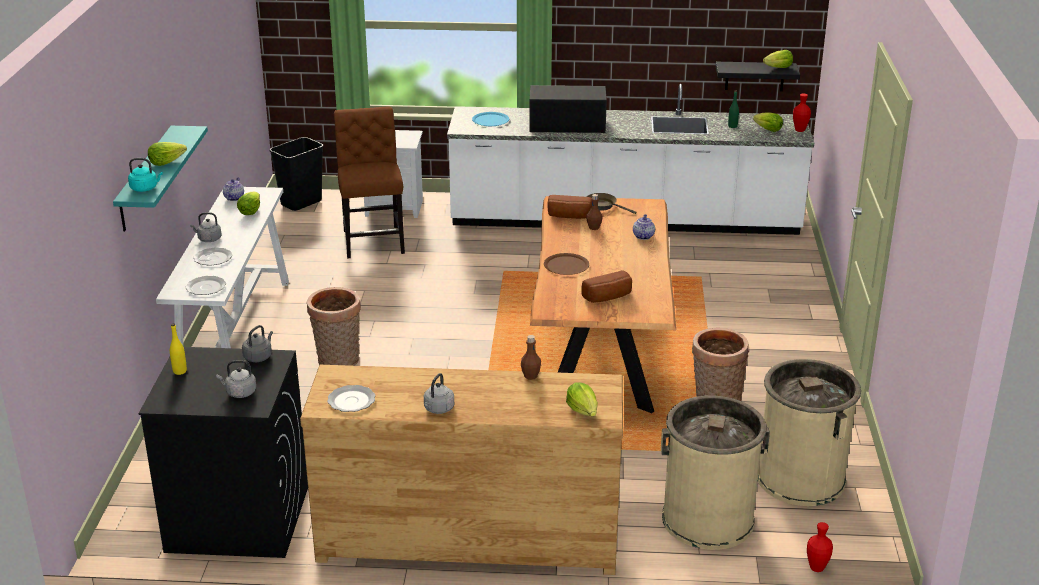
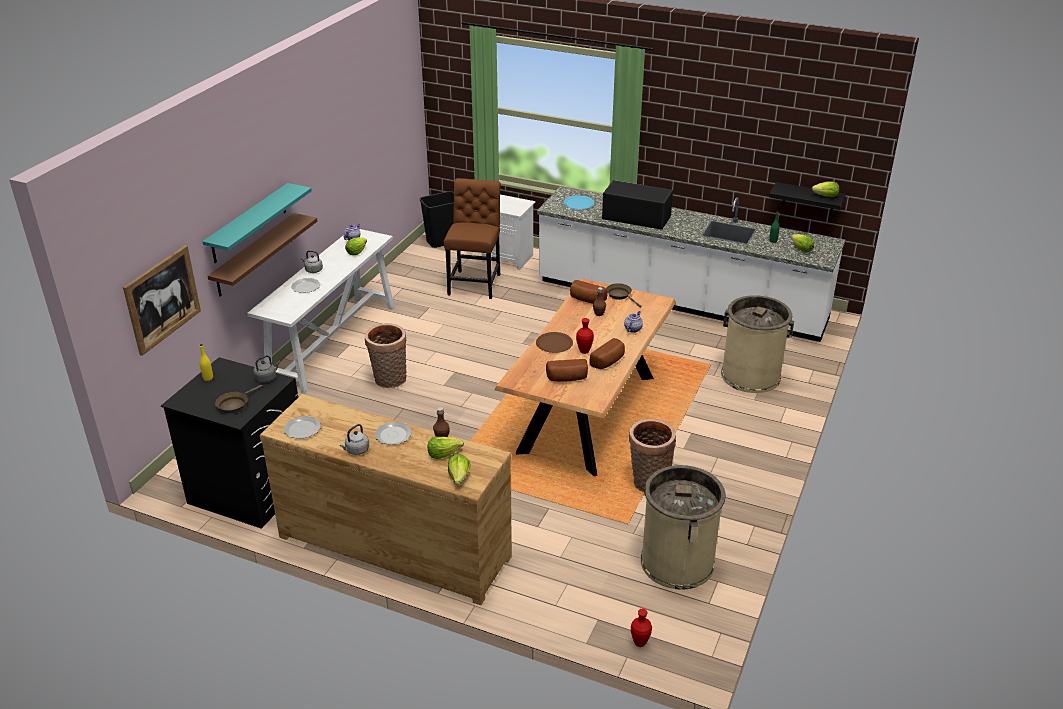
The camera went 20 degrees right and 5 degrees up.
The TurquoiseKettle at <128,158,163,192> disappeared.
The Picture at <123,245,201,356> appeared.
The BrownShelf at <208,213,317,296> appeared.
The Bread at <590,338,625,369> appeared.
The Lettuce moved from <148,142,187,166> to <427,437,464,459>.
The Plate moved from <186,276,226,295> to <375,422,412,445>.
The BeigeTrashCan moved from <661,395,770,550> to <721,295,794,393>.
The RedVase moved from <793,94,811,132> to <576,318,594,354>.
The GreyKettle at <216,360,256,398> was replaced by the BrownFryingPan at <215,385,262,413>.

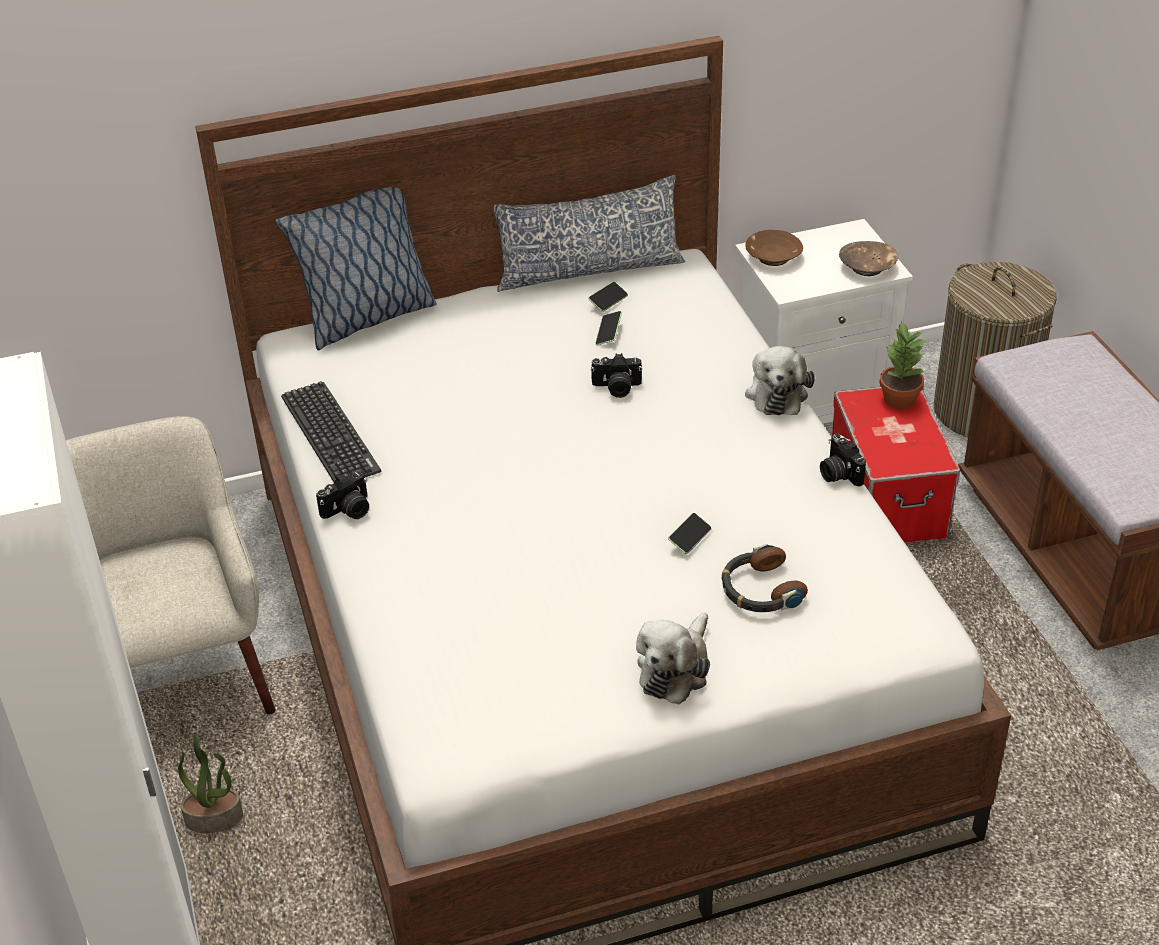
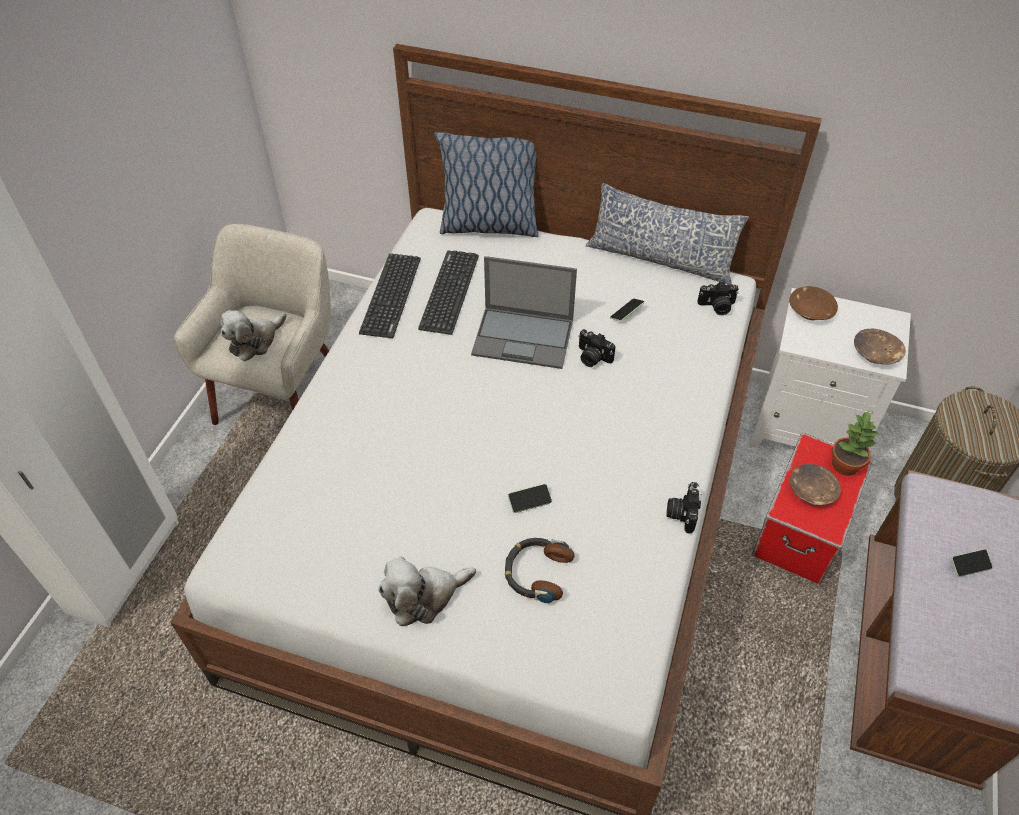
The camera went 35 degrees right and 10 degrees up.
The PottedPlant at <178,734,243,833> disappeared.
The Keyboard at <418,251,479,335> appeared.
The Laptop at <471,256,577,369> appeared.
The BrownBowl at <790,464,841,506> appeared.
The PhotoCamera moved from <316,472,369,519> to <697,281,739,315>.
The Phone moved from <588,281,628,312> to <951,549,993,577>.
The PlushToy moved from <745,346,815,415> to <221,310,287,361>.

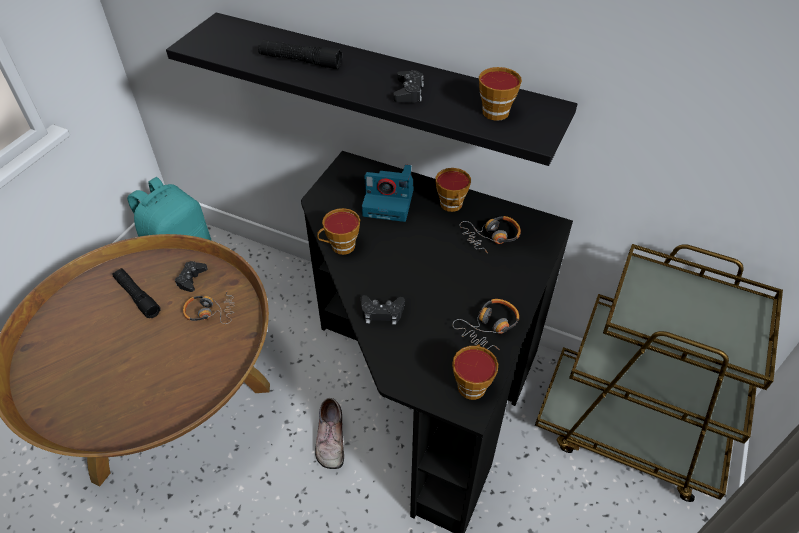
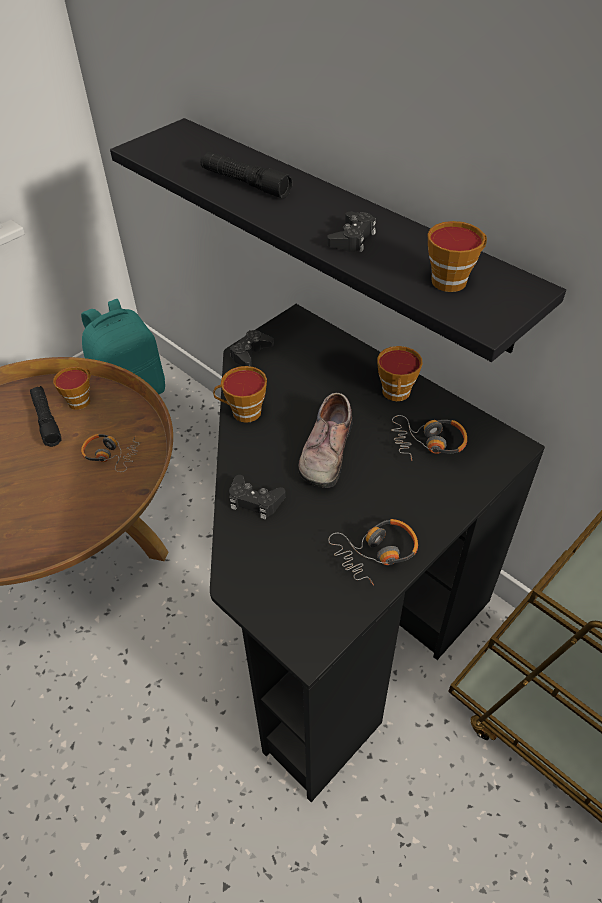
The camera went 20 degrees right and 0 degrees up.
The PhotoCamera at <362,165,413,222> disappeared.
The BlackGameController moved from <175,261,208,292> to <230,330,274,367>.
The Shoe moved from <315,398,344,469> to <298,393,353,488>.
The Cup moved from <452,344,498,400> to <53,367,91,410>.

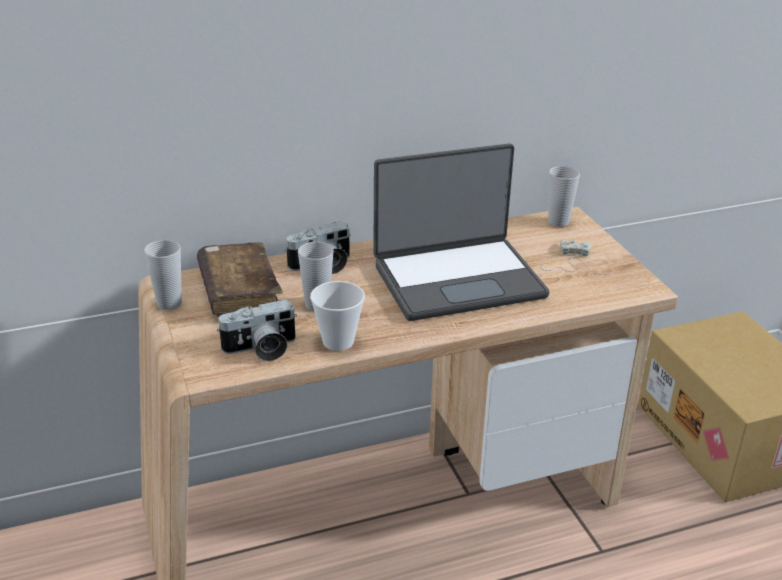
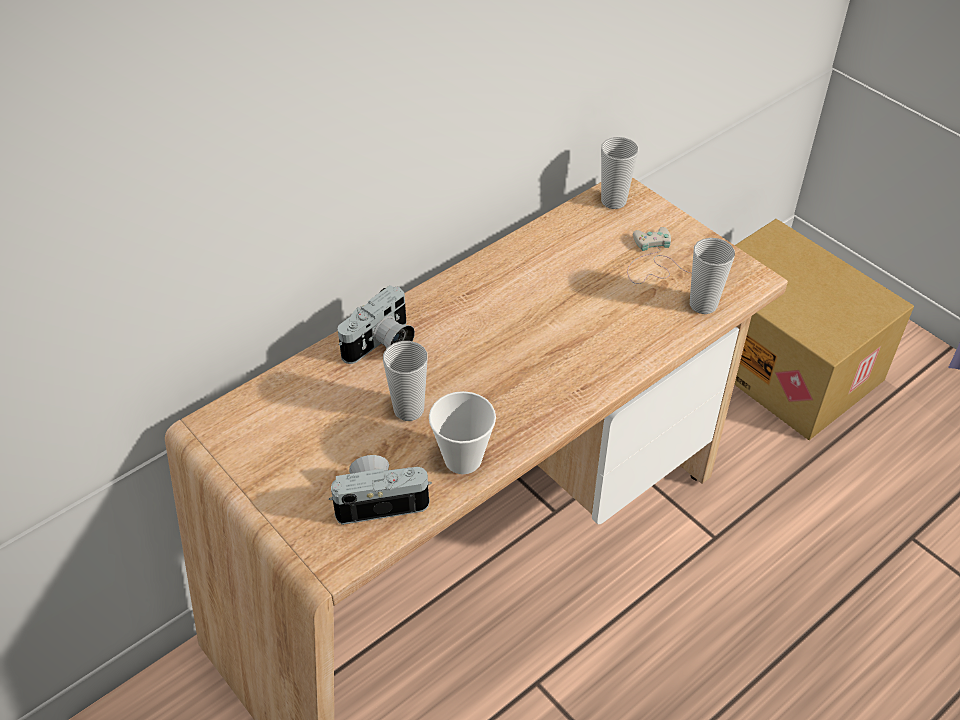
The camera went 20 degrees left and 15 degrees up.
The BrownBook at <197,242,283,317> disappeared.
The Laptop at <373,143,549,321> disappeared.
The Cup moved from <144,240,182,310> to <690,238,735,314>.
The PhotoCamera at <217,300,297,361> turned 150 degrees counterclockwise.

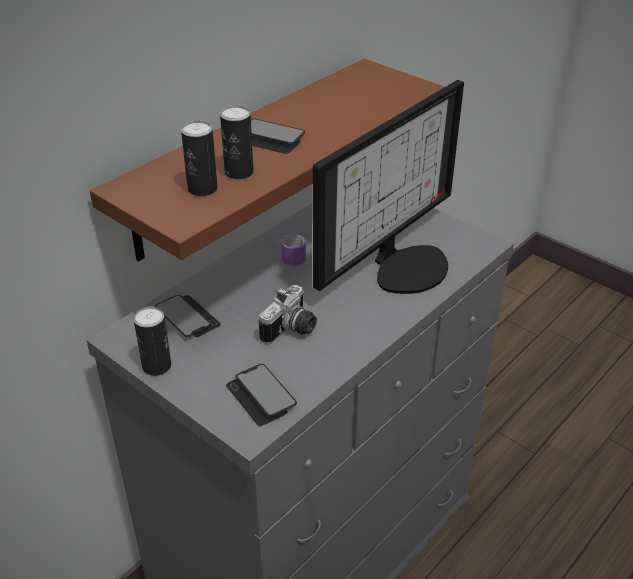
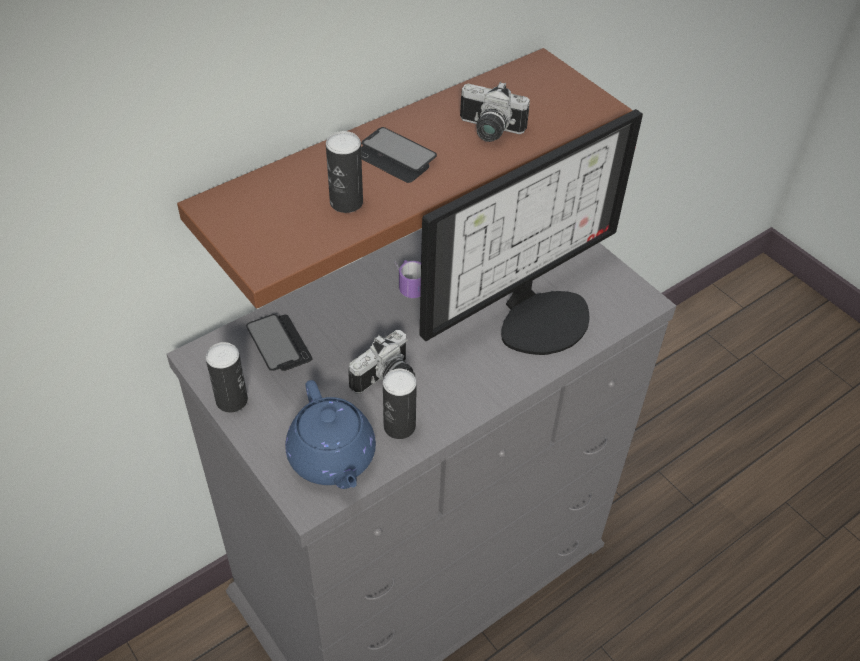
The camera went 10 degrees right and 10 degrees up.
The PhotoCamera at <460,81,530,142> appeared.
The Can moved from <181,120,218,196> to <383,369,417,439>.
The Phone at <226,364,297,426> was replaced by the BlueTeapot at <285,380,376,489>.

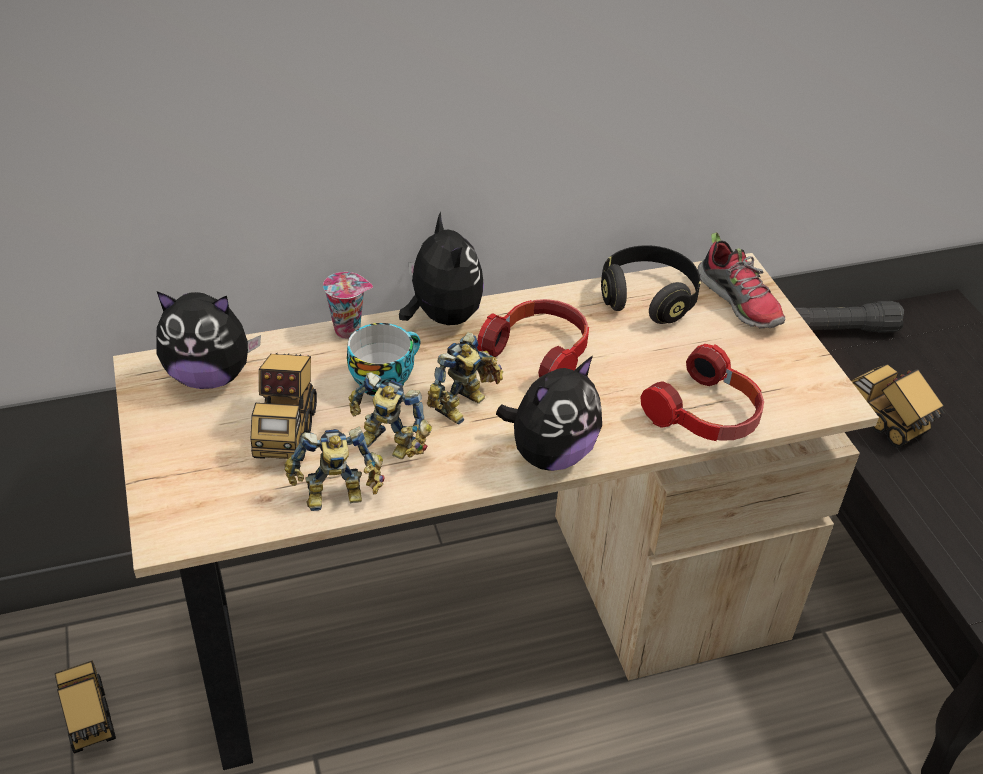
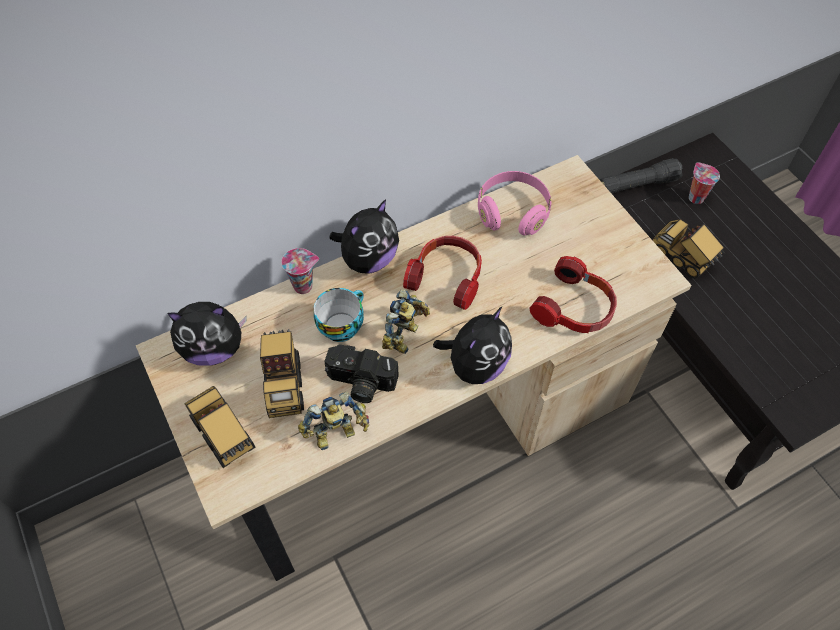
The camera went 10 degrees left and 15 degrees up.
The Shoe at <698,232,785,329> disappeared.
The Cup at <689,162,720,204> appeared.
The ToyTruck moved from <55,660,116,754> to <184,386,255,468>.
The ToyRobot at <348,372,432,459> was replaced by the PhotoCamera at <324,345,399,403>.
The BlackHeadphones at <601,245,701,324> became the PinkHeadphones at <478,171,551,236>.
The PlushToy at <399,211,484,325> turned 75 degrees clockwise.

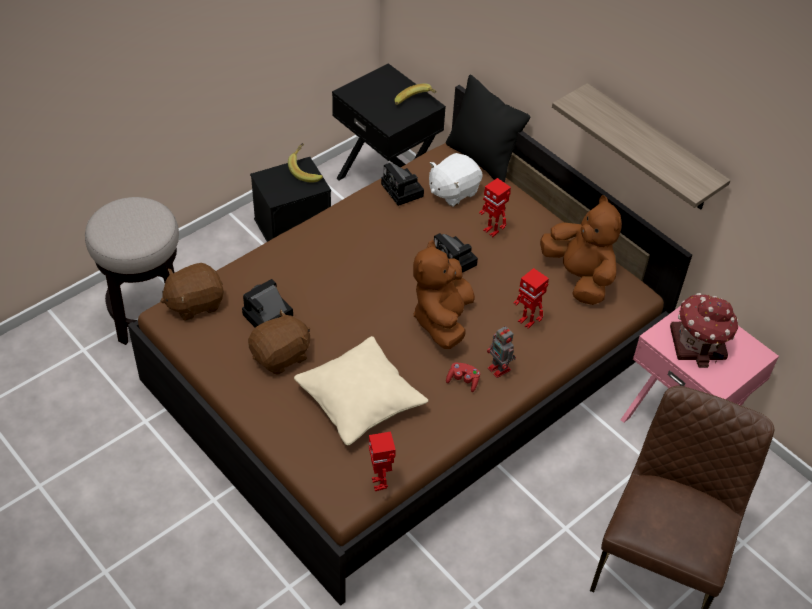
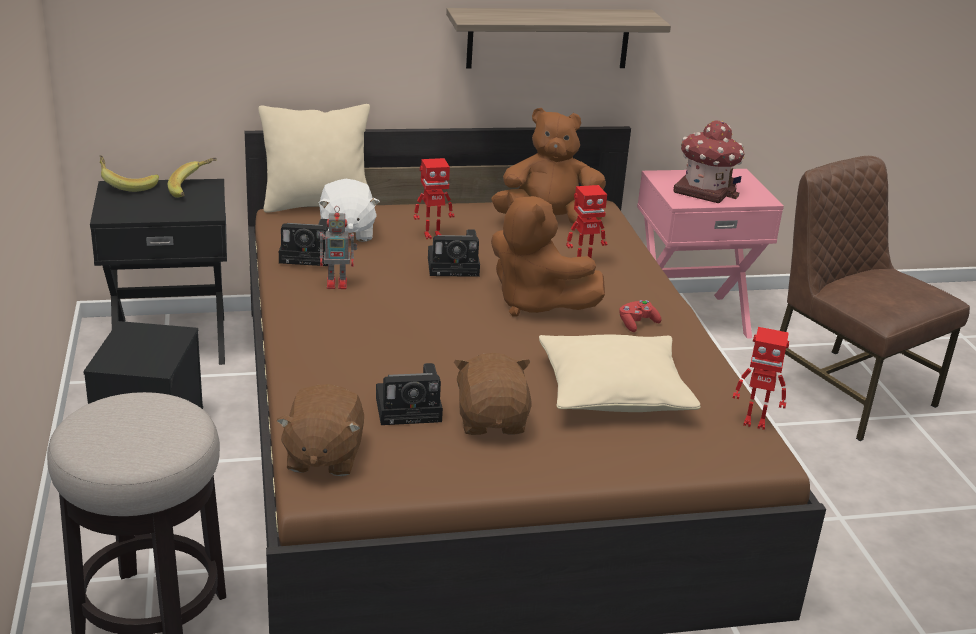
The camera went 60 degrees left and 20 degrees down.
The Banana moved from <288,143,323,183> to <100,155,159,192>.
The ToyRobot moved from <487,326,516,378> to <320,206,357,289>.
The BlackPillow at <446,75,530,183> became the BeigePillow at <259,104,370,213>.
The PhotoCamera at <242,279,293,327> turned 90 degrees counterclockwise.

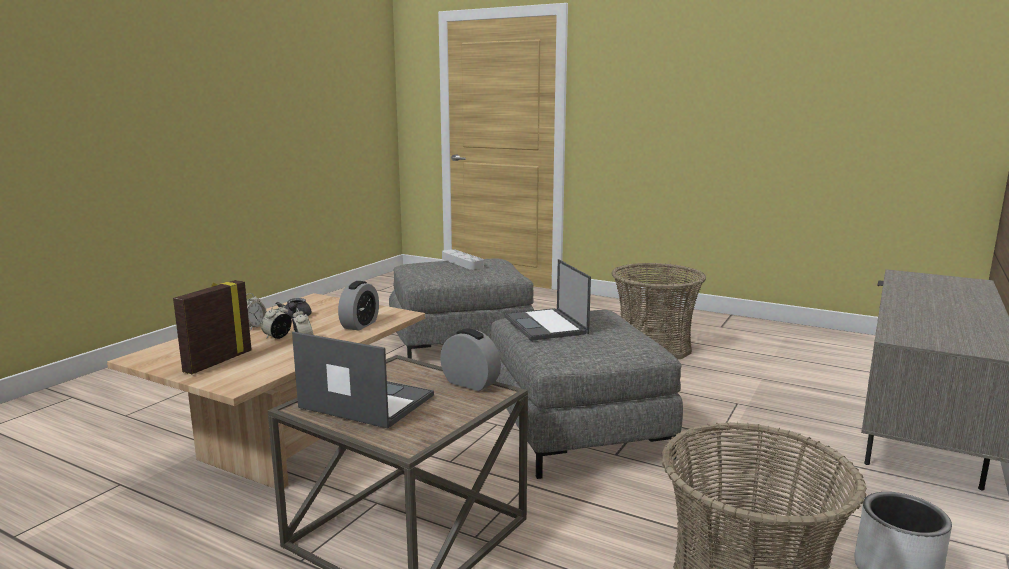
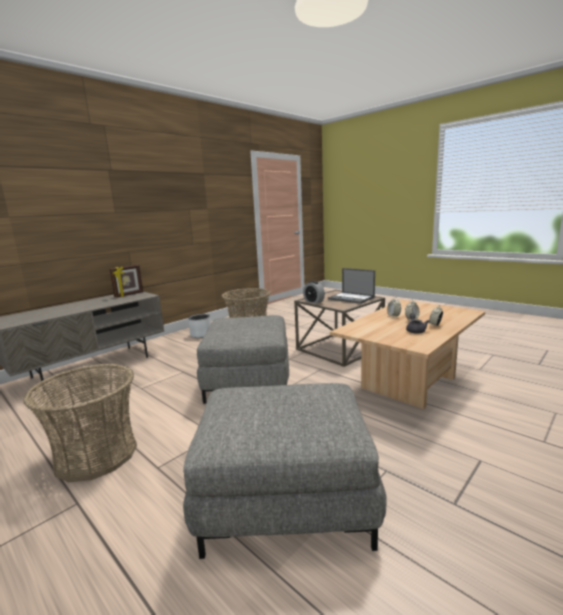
The camera went 165 degrees left and 0 degrees up.
The AlarmClock at <338,281,379,331> disappeared.
The GreyTray at <442,249,484,270> disappeared.
The Laptop at <504,259,591,341> disappeared.
The PictureFrame moved from <173,280,252,374> to <110,265,143,297>.

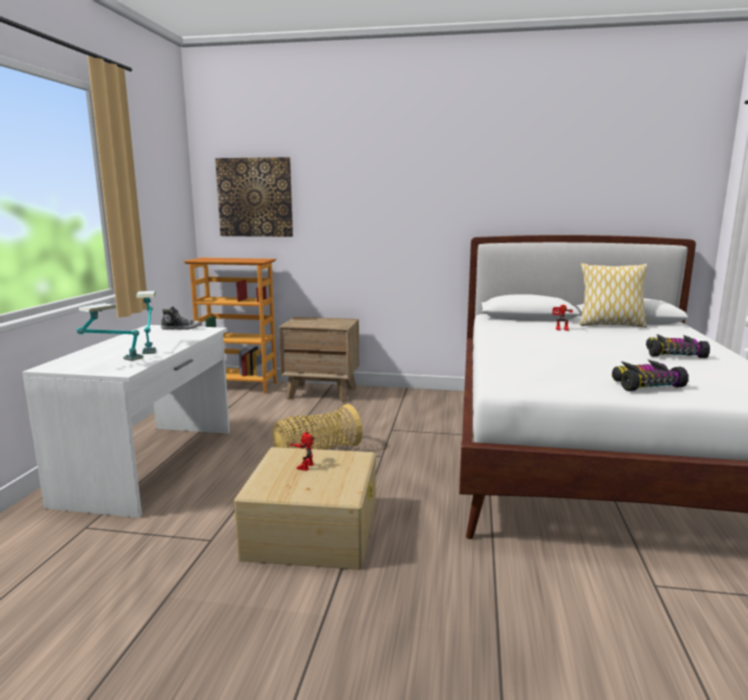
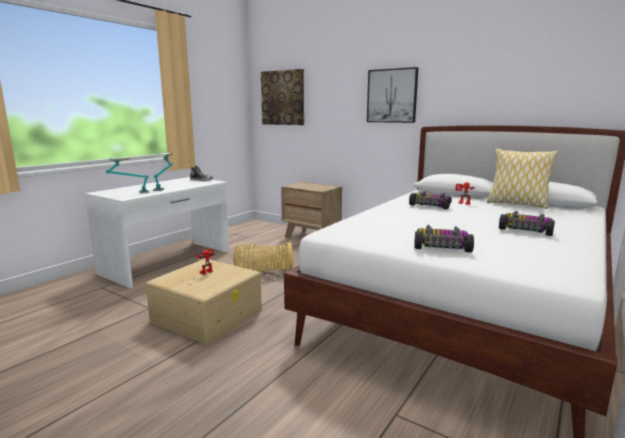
The camera went 25 degrees right and 0 degrees up.
The Bookcase at <184,258,277,393> disappeared.
The Picture at <367,67,418,123> appeared.
The ToyCar at <409,191,452,209> appeared.

